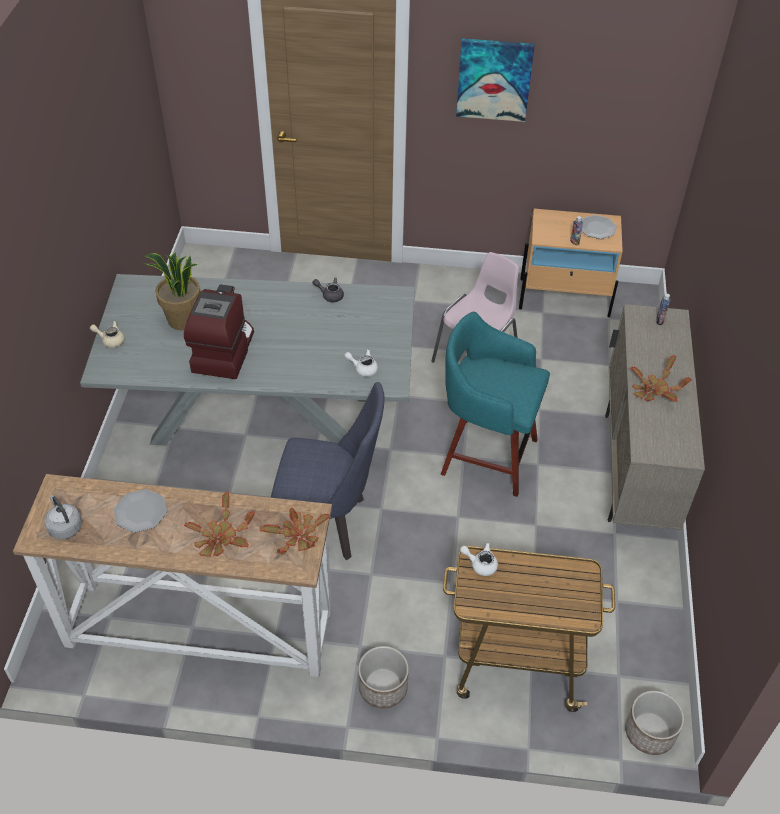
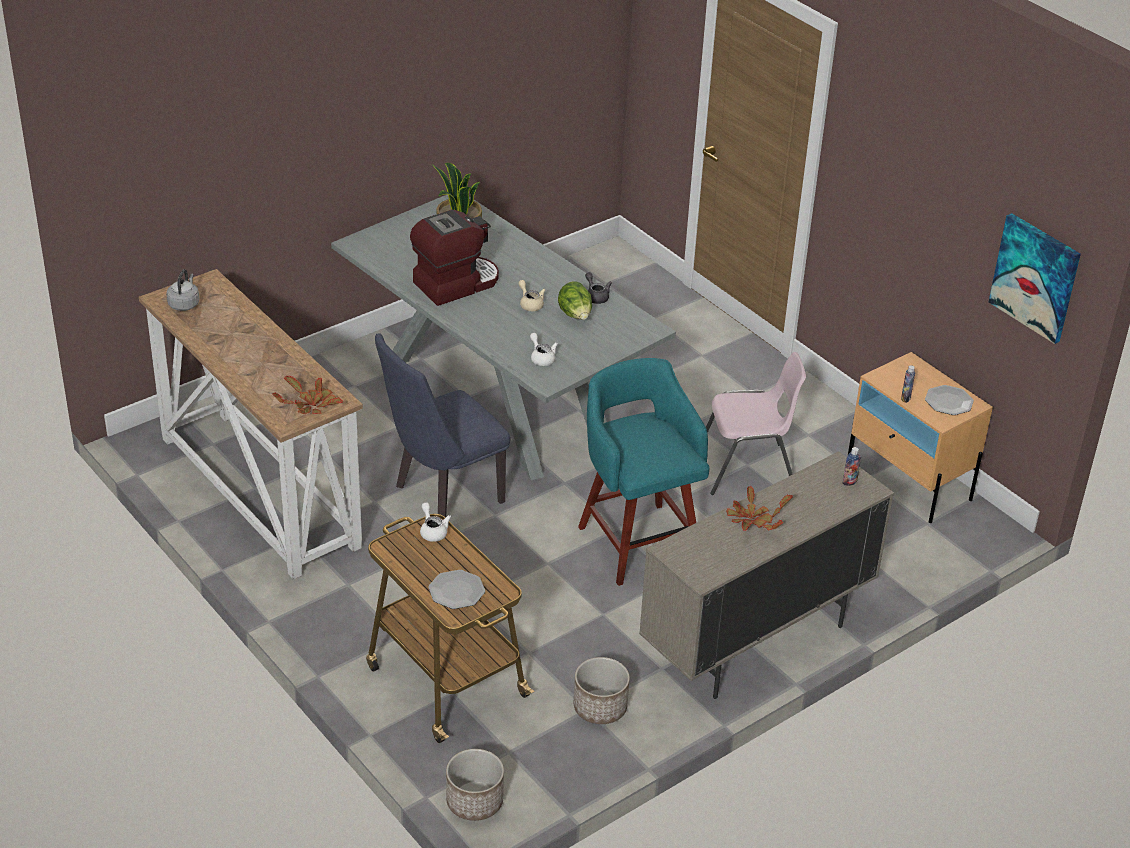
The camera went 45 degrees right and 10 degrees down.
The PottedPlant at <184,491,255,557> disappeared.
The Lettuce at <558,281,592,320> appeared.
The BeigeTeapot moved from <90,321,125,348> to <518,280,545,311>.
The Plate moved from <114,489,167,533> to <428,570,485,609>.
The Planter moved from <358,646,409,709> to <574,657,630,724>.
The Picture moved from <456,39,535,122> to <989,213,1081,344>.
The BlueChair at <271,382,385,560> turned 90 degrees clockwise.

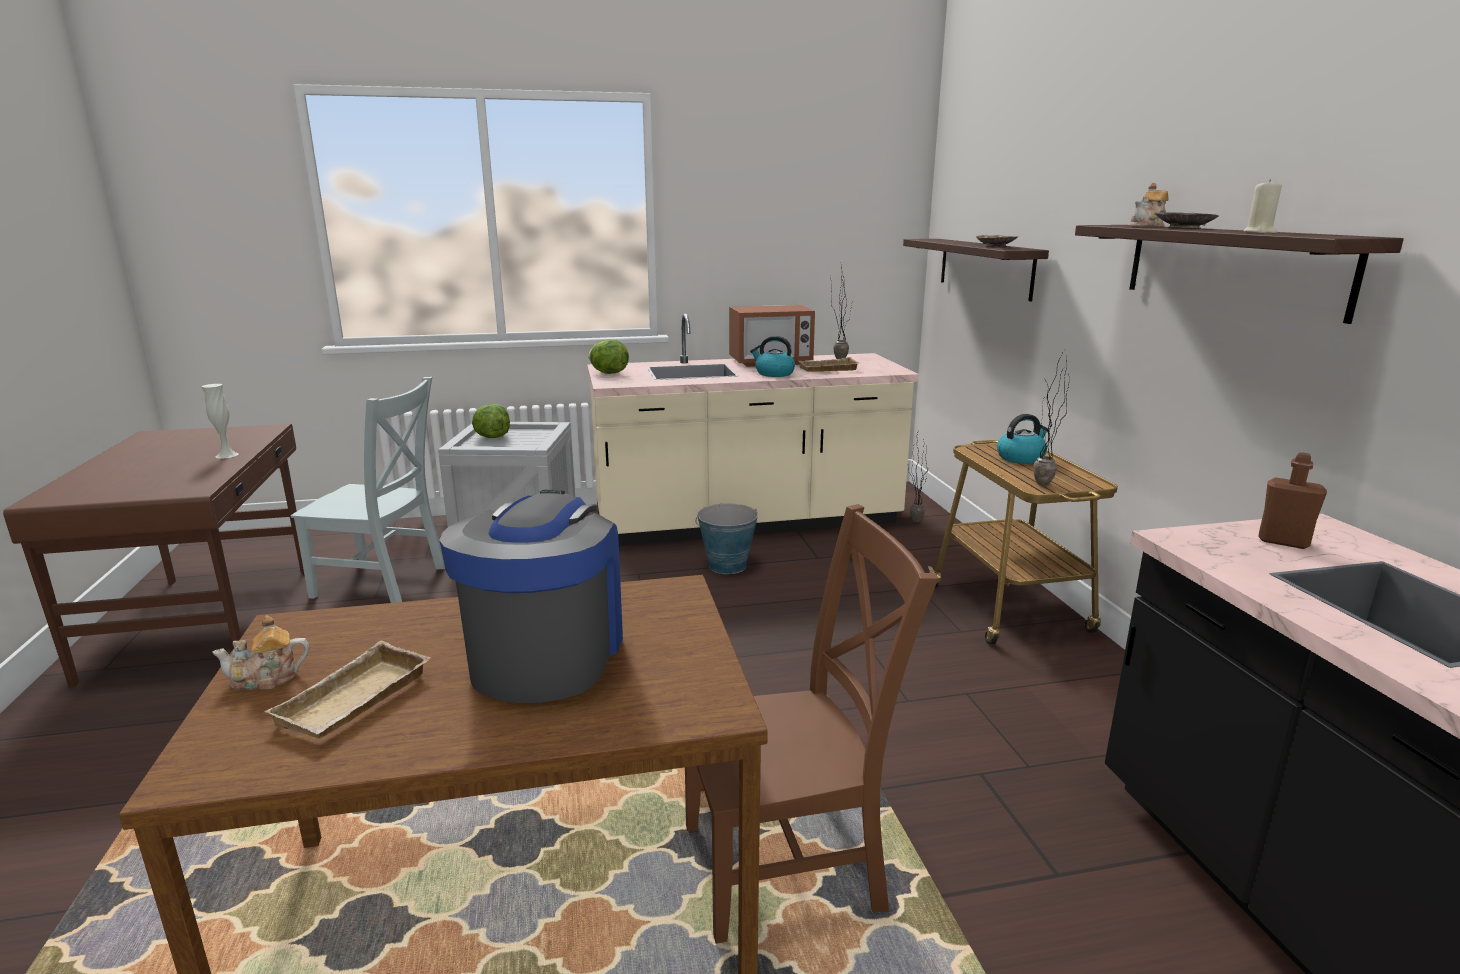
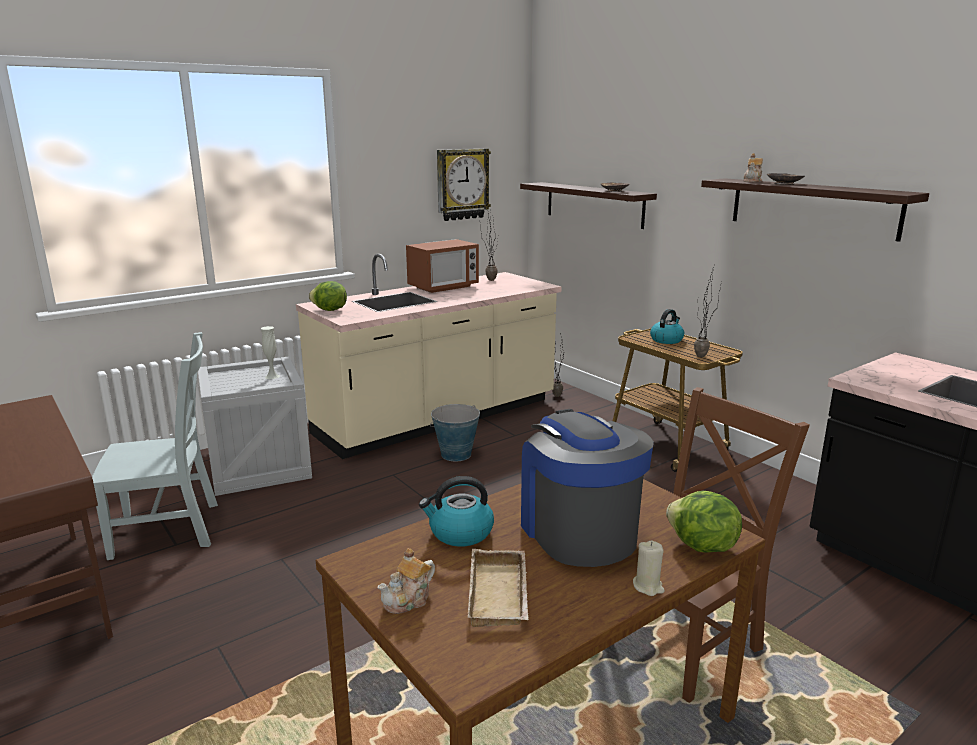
The camera went 25 degrees left and 0 degrees up.
The BeigeTray at <799,357,859,372> disappeared.
The BrownBottle at <1258,452,1327,549> disappeared.
The WallClock at <437,149,491,221> appeared.
The WhiteVase moved from <202,384,239,459> to <261,326,280,379>.
The Lettuce moved from <472,404,510,438> to <666,491,742,553>.
The Kettle moved from <750,336,795,377> to <419,476,494,547>.
The BeigeCandle moved from <1244,179,1282,233> to <633,540,665,596>.

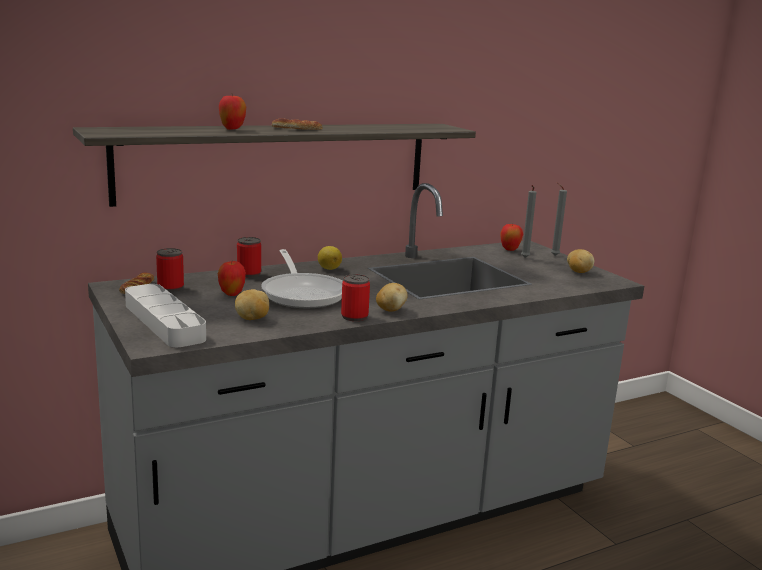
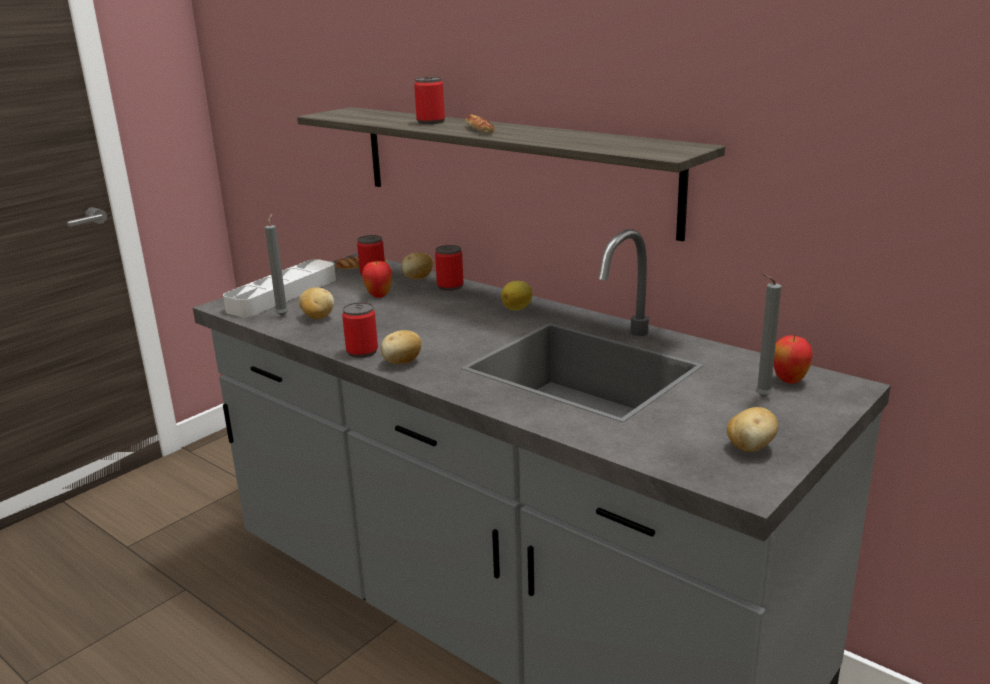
The camera went 70 degrees right and 5 degrees up.
The FryingPan at <261,249,343,308> disappeared.
The Potato at <401,252,433,279> appeared.
The GreyCandle moved from <551,182,567,256> to <265,213,288,316>.
The Apple at <219,95,246,130> was replaced by the Can at <414,77,445,124>.

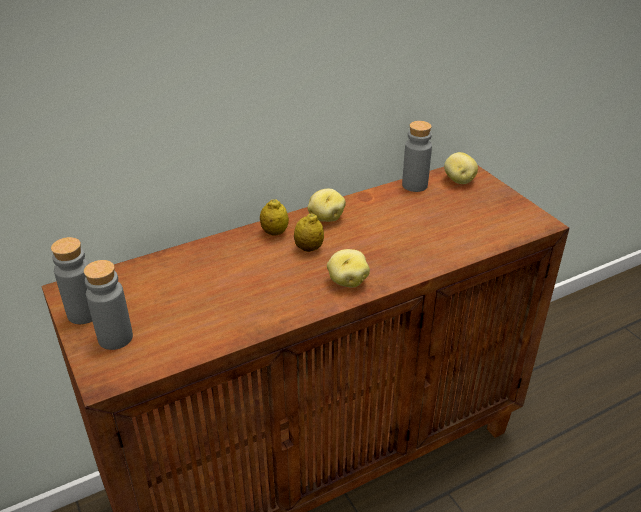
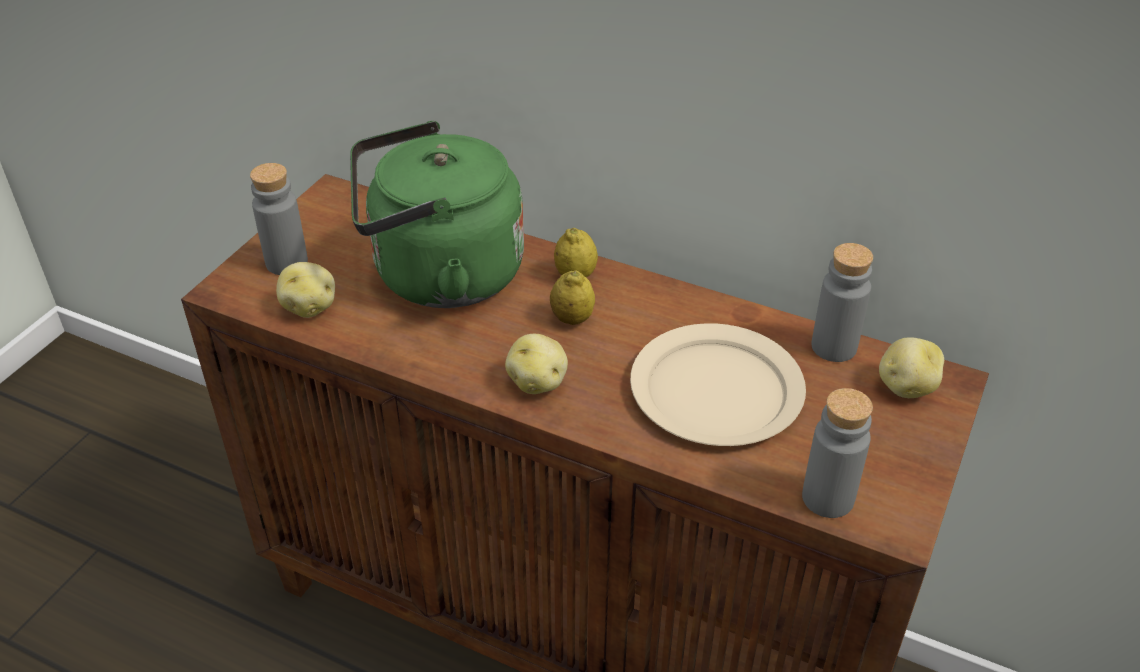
The camera went 55 degrees right and 5 degrees up.
The GreenKettle at <350,121,524,308> appeared.
The BeigePlate at <630,323,806,446> appeared.
The GreyBottle moved from <51,237,92,324> to <802,388,873,518>.
The Potato moved from <307,189,346,222> to <276,262,335,318>.

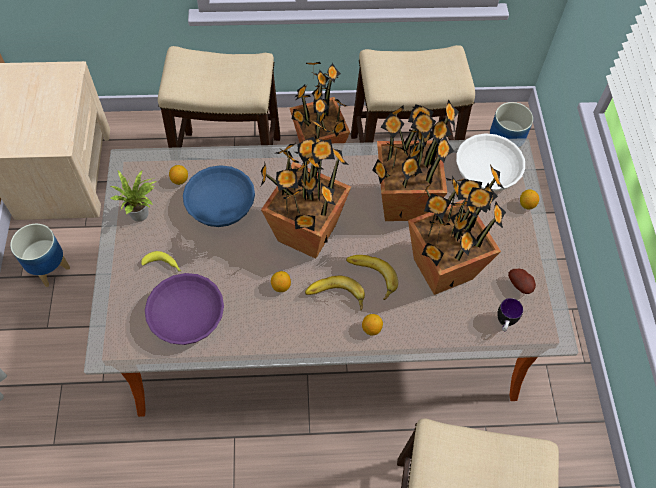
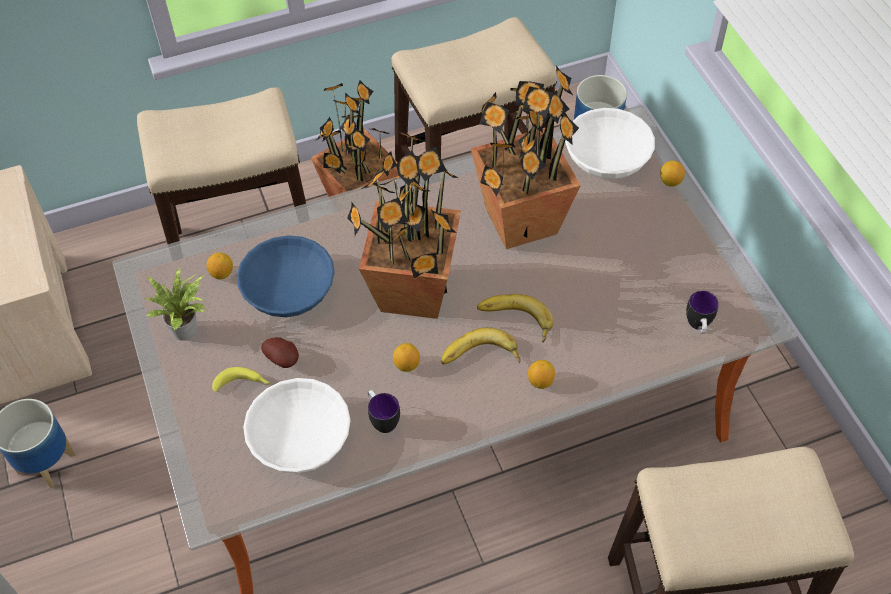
The camera went 15 degrees left and 5 degrees down.
The PottedPlant at <408,165,506,295> disappeared.
The Mug at <368,390,400,433> appeared.
The Potato moved from <508,268,536,294> to <261,337,299,368>.
The PurpleBowl at <145,273,224,345> became the WhiteBowl at <243,378,351,473>.

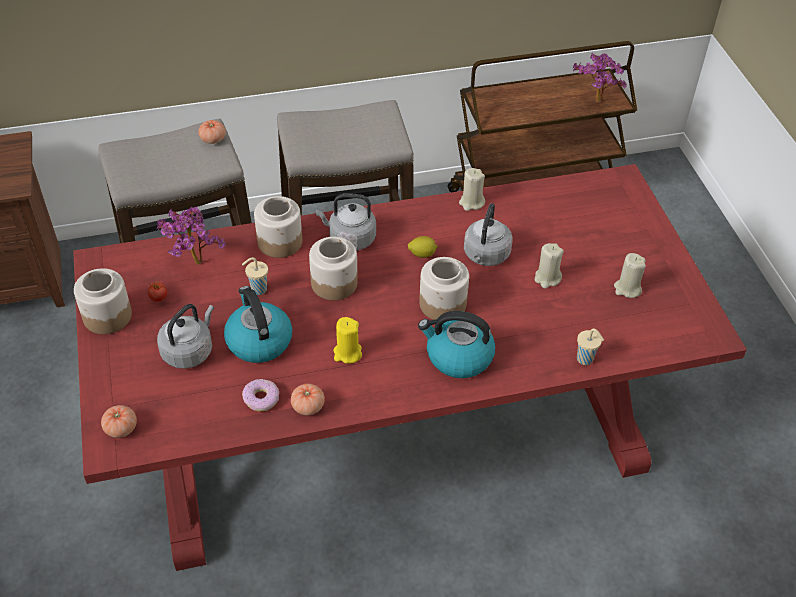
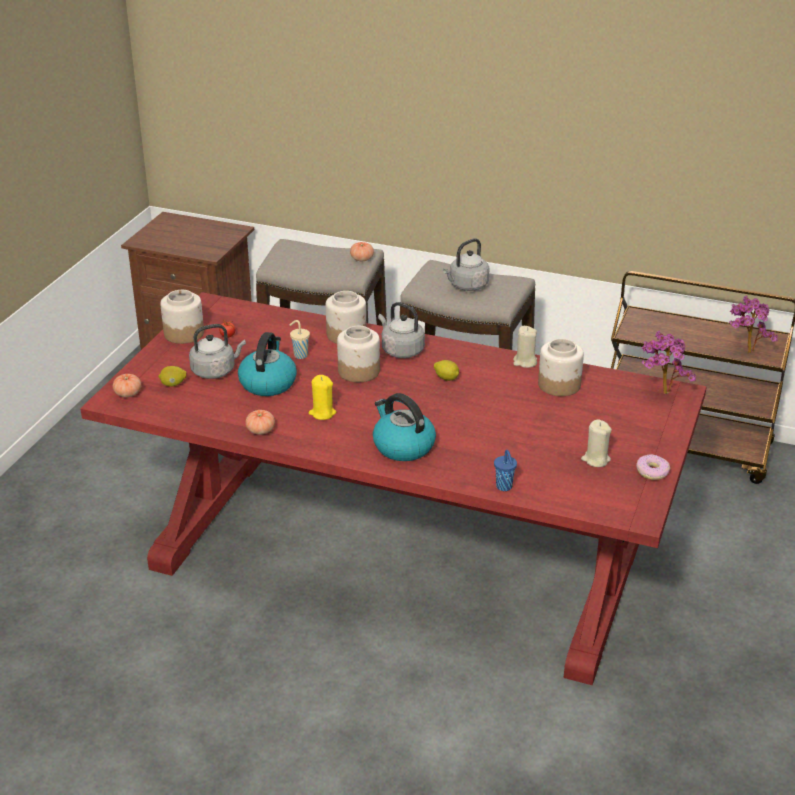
The camera went 35 degrees right and 15 degrees down.
The BeigeCandle at <535,243,564,288> disappeared.
The Lemon at <158,366,186,387> appeared.
The PottedPlant moved from <156,207,226,265> to <641,330,696,394>.
The Donut moved from <242,379,279,412> to <636,455,670,480>.
The Jar moved from <419,257,469,320> to <538,338,584,396>.
The GreyKettle moved from <464,203,513,266> to <443,238,490,291>.
The BeigeCup at <577,328,604,365> became the BlueCup at <494,450,517,491>.

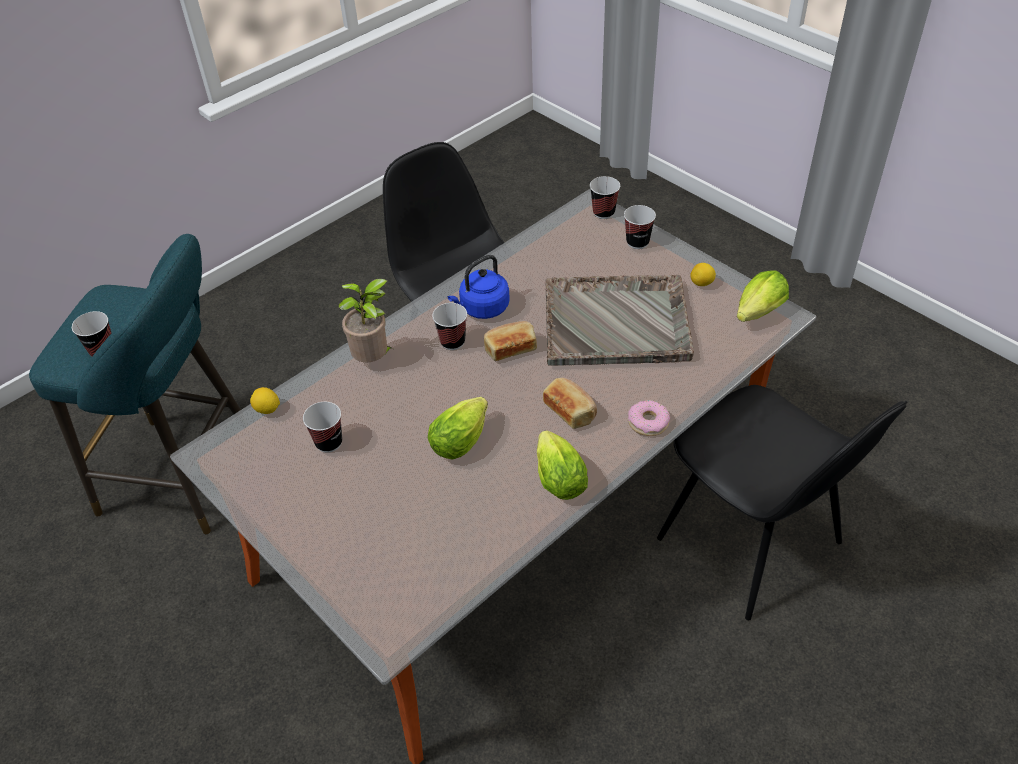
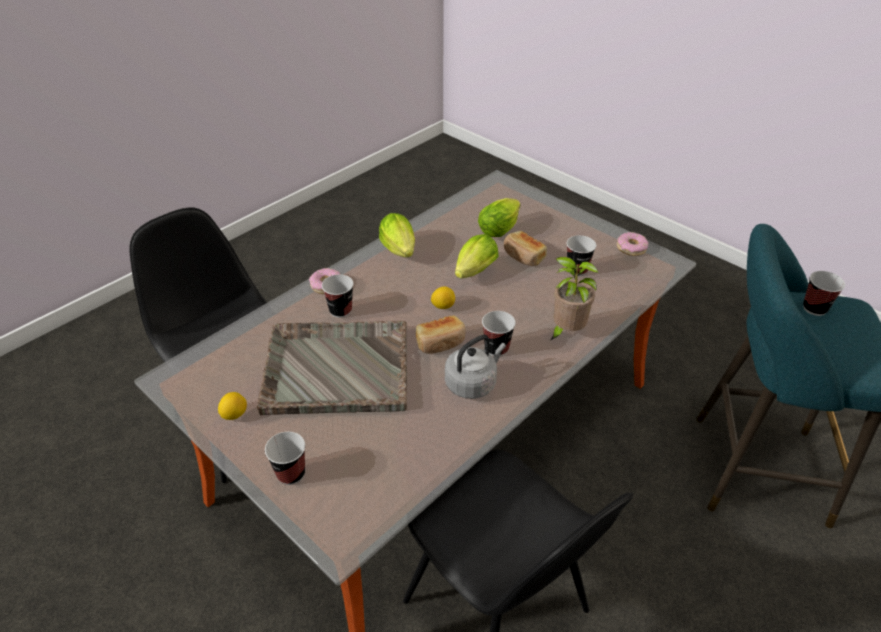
The camera went 175 degrees right and 5 degrees down.
The Donut at <617,232,648,256> appeared.
The Lemon moved from <250,387,280,414> to <431,287,455,309>.
The Bread moved from <543,378,597,429> to <504,231,547,266>.
The Cup moved from <590,176,620,219> to <322,274,354,318>.
The Lettuce moved from <737,270,789,322> to <478,198,521,237>.
The BlueKettle at <448,255,510,319> became the GreyKettle at <445,335,506,399>.

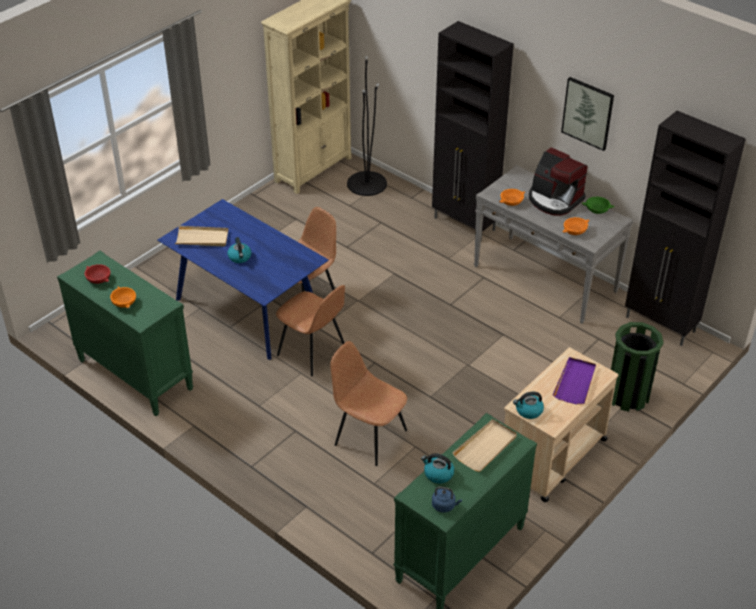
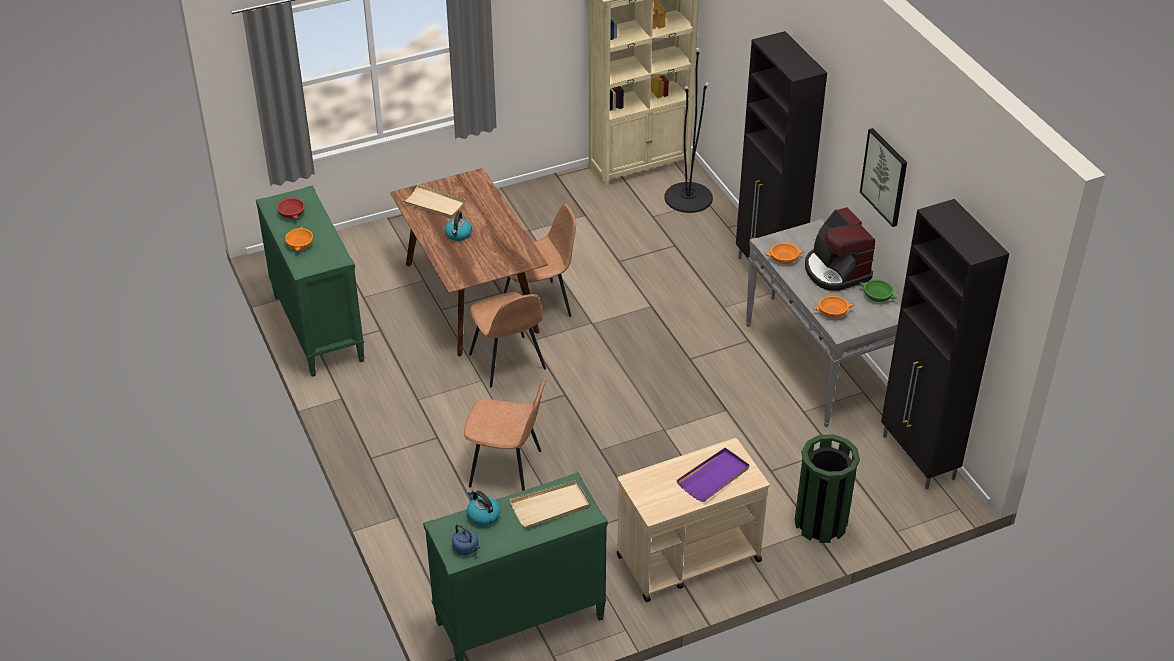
The camera went 25 degrees right and 0 degrees up.
The Kettle at <513,392,544,419> disappeared.
The BlueDiningTable at <157,199,329,360> became the BrownDiningTable at <390,168,548,356>.
The BrownChair at <330,341,407,466> turned 135 degrees clockwise.

